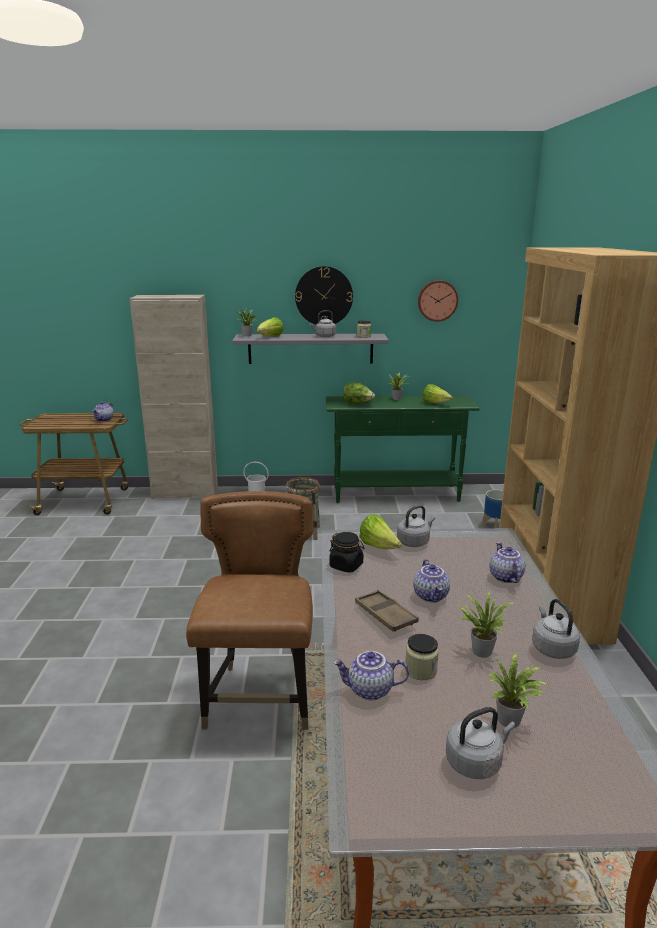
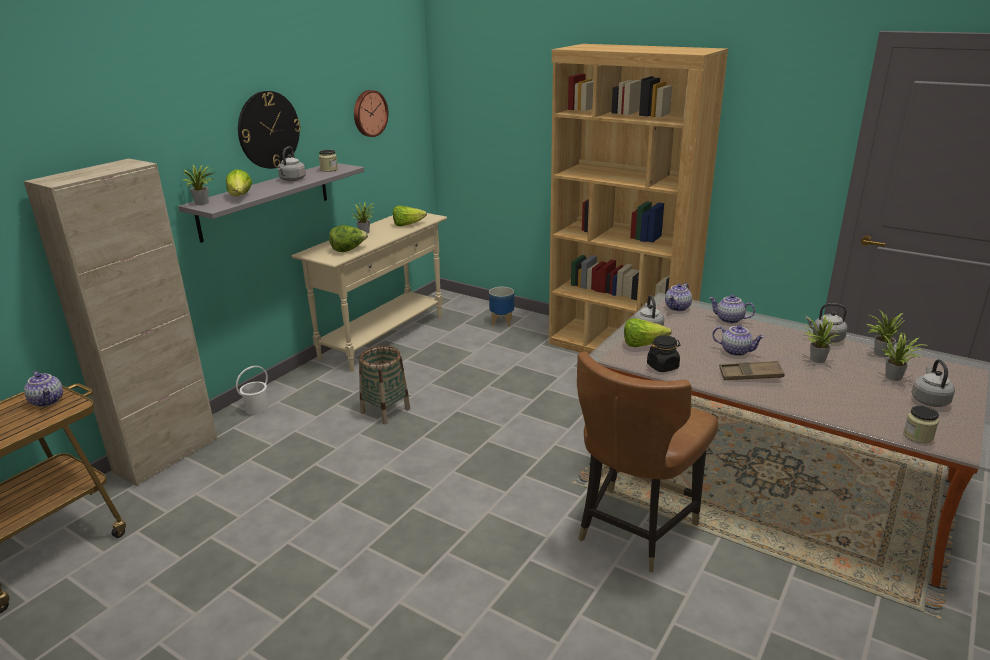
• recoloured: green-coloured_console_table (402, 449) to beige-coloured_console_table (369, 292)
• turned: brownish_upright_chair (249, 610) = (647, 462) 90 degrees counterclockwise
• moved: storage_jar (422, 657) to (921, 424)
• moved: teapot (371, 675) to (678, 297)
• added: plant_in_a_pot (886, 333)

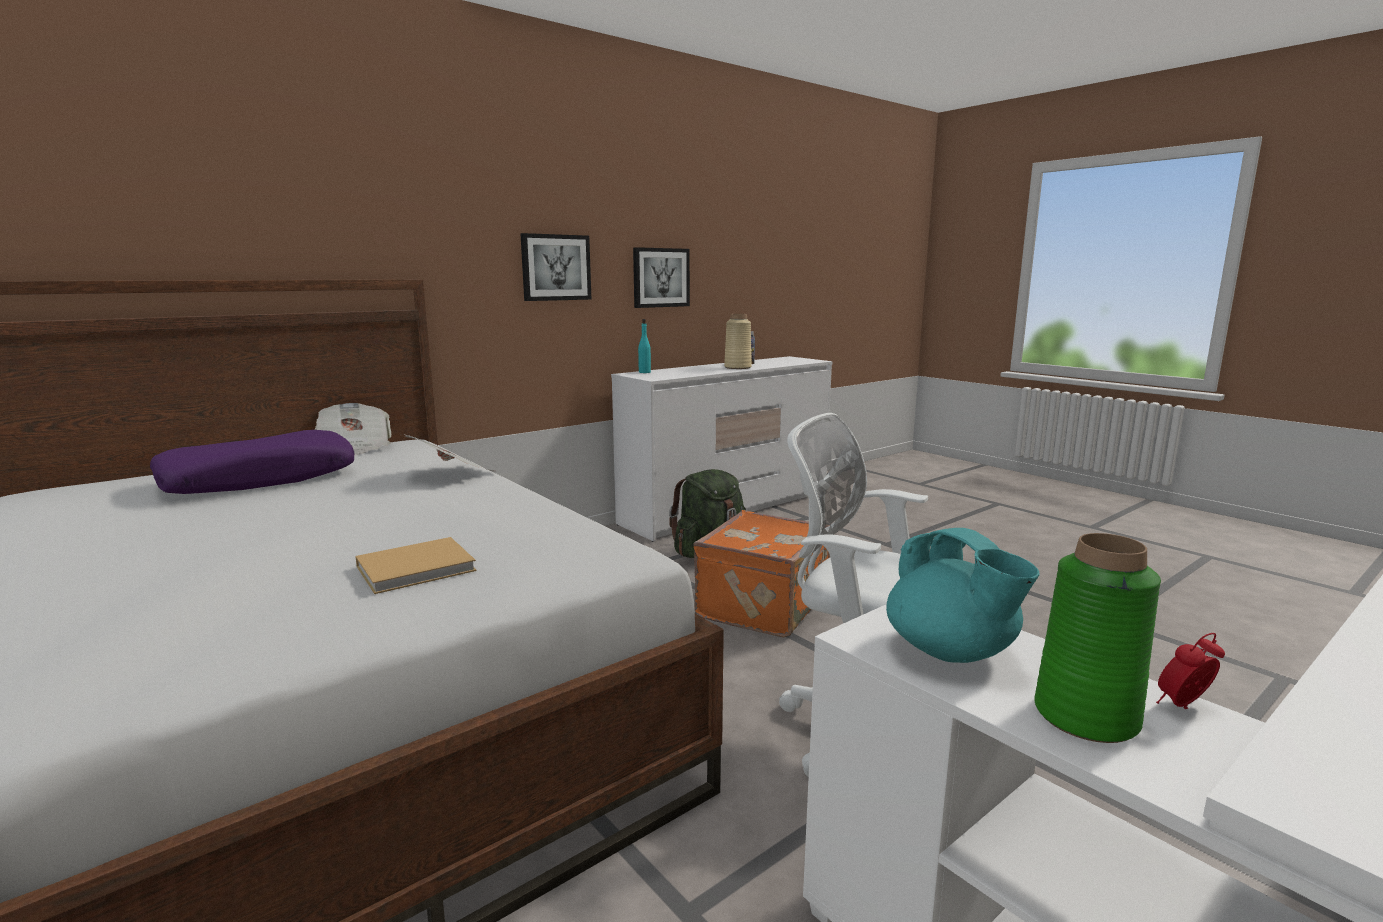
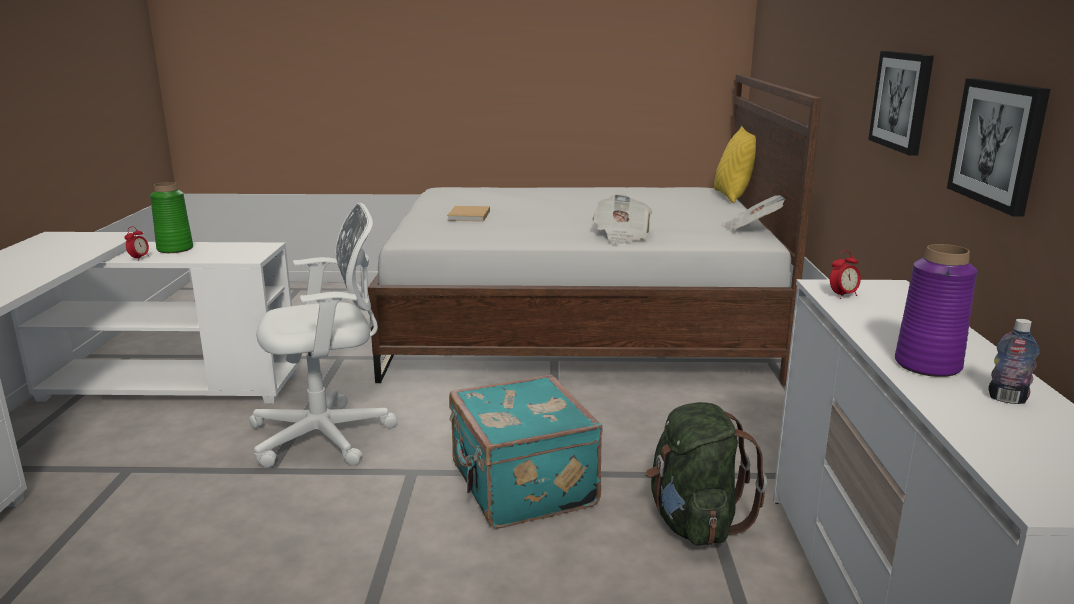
• recoloured: beige-coloured_vase (738, 341) to purple-coloured_vase (936, 310)
• removed: turquoise_drink_bottle (644, 346)
• removed: purple-coloured_pillow (252, 462)
• recoloured: orange_piece_of_luggage (761, 574) to turquoise_piece_of_luggage (526, 452)
• removed: turquoise_teapot (963, 595)
• added: yellow_pillow (735, 164)
• added: table_clock (845, 274)

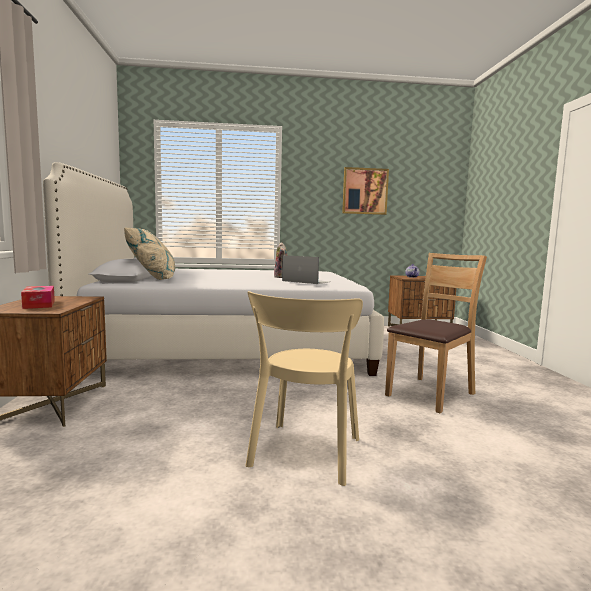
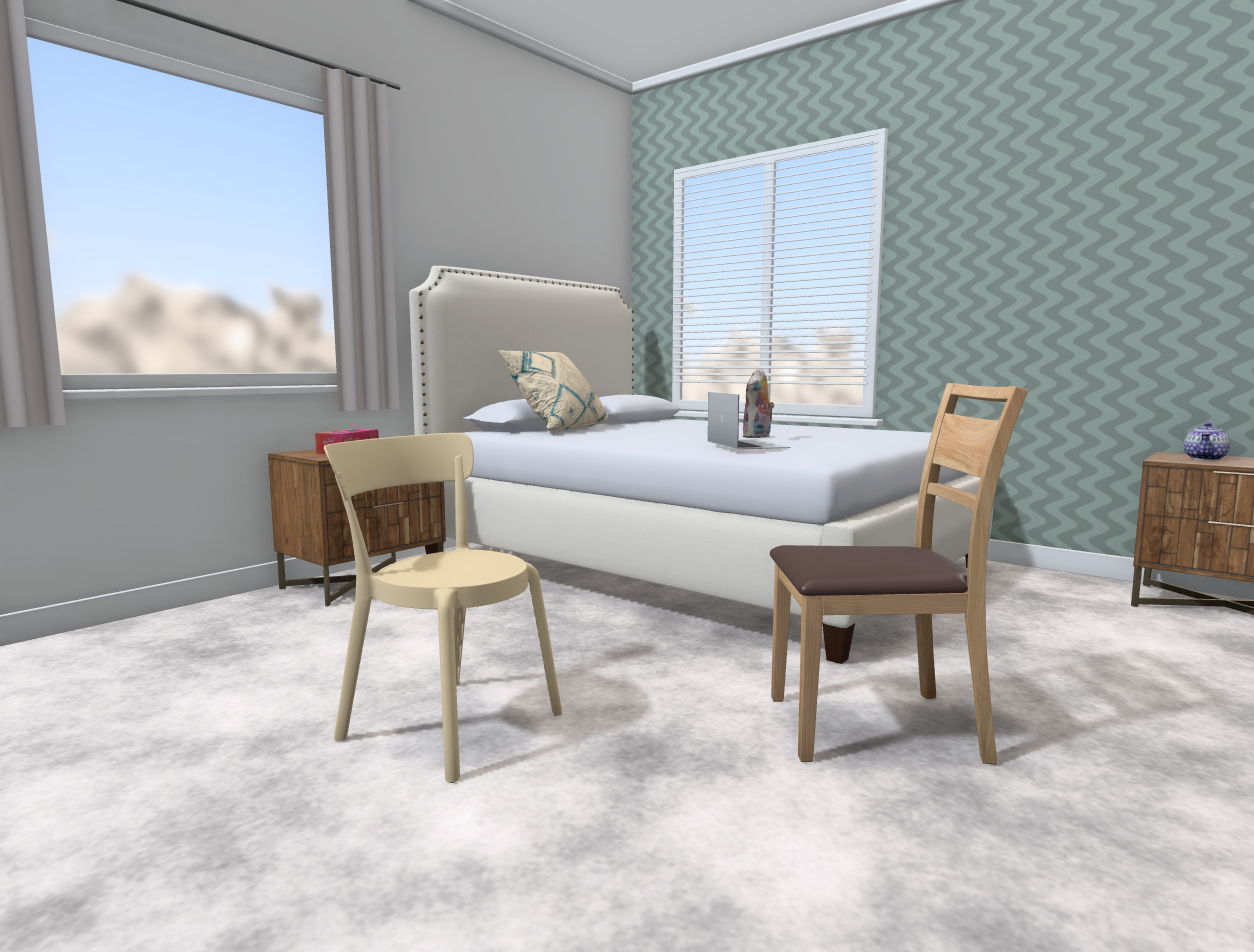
• removed: wall_art (365, 191)
• turned: beige-coloured_upright_chair (304, 388) = (443, 608) 60 degrees clockwise

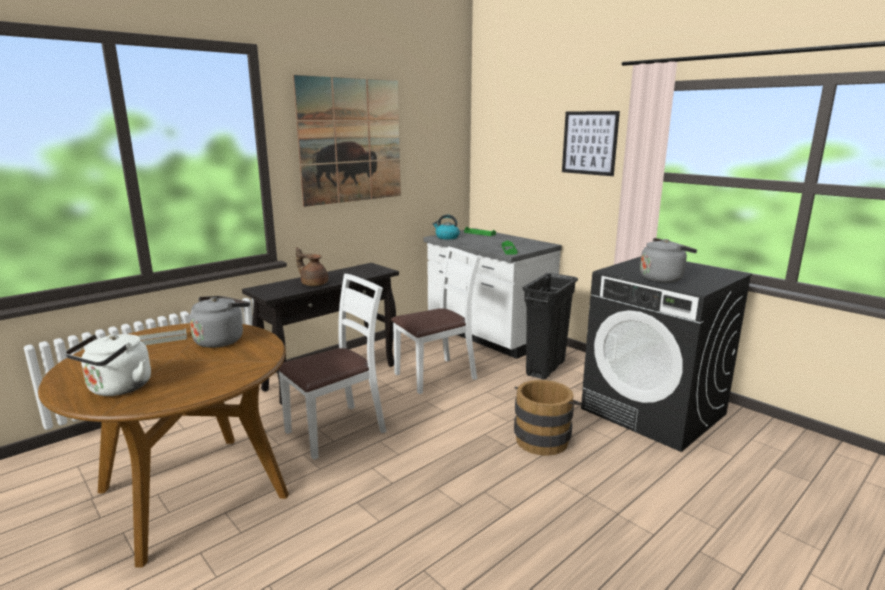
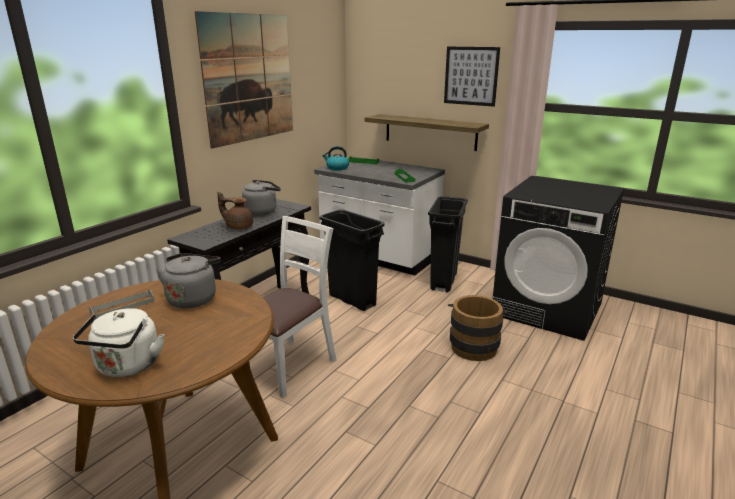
• moved: gray_water_kettle (668, 260) to (261, 198)
• replaced: whitish_upright_chair (436, 320) to black-coloured_trash_can (352, 260)
• added: wall_shelf (426, 132)

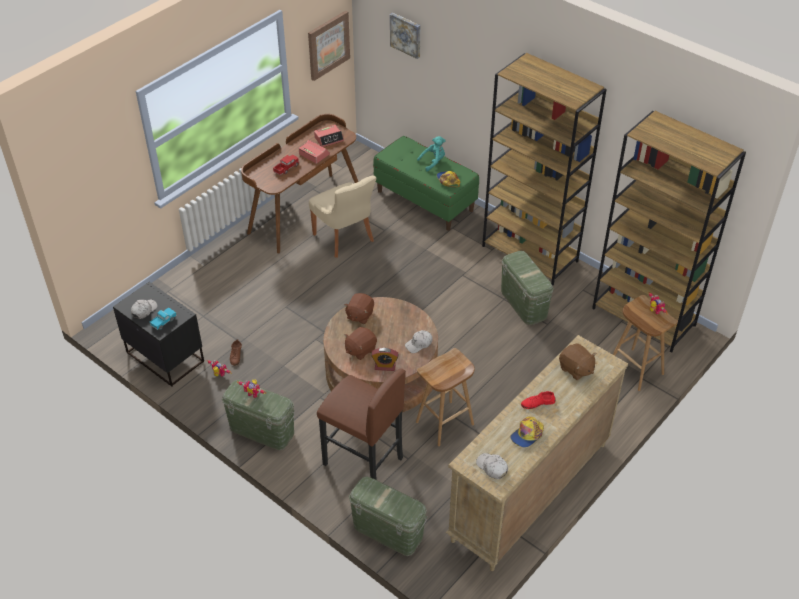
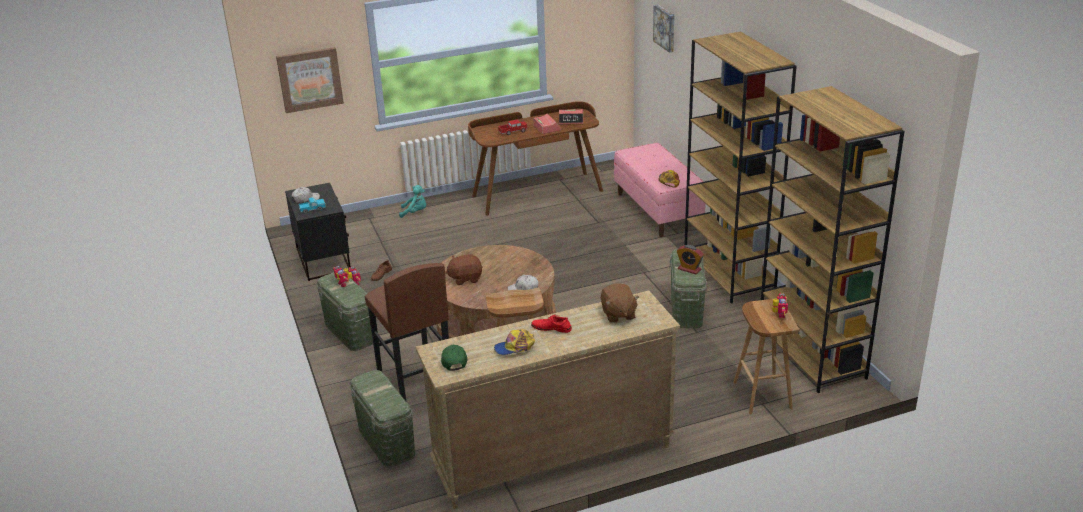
• moved: wall_art (329, 46) to (310, 80)
• recoloured: green-coloured_long_seat (426, 183) to pink-coloured_long_seat (660, 190)
• moved: turquoise_plush_toy (431, 153) to (412, 201)
• removed: beige-coloured_upright_chair (343, 217)
• removed: brownish_plush_toy (359, 308)
• moved: table_clock (384, 359) to (690, 259)
• recoloured: whitish_cap (492, 466) to green-coloured_cap (454, 358)

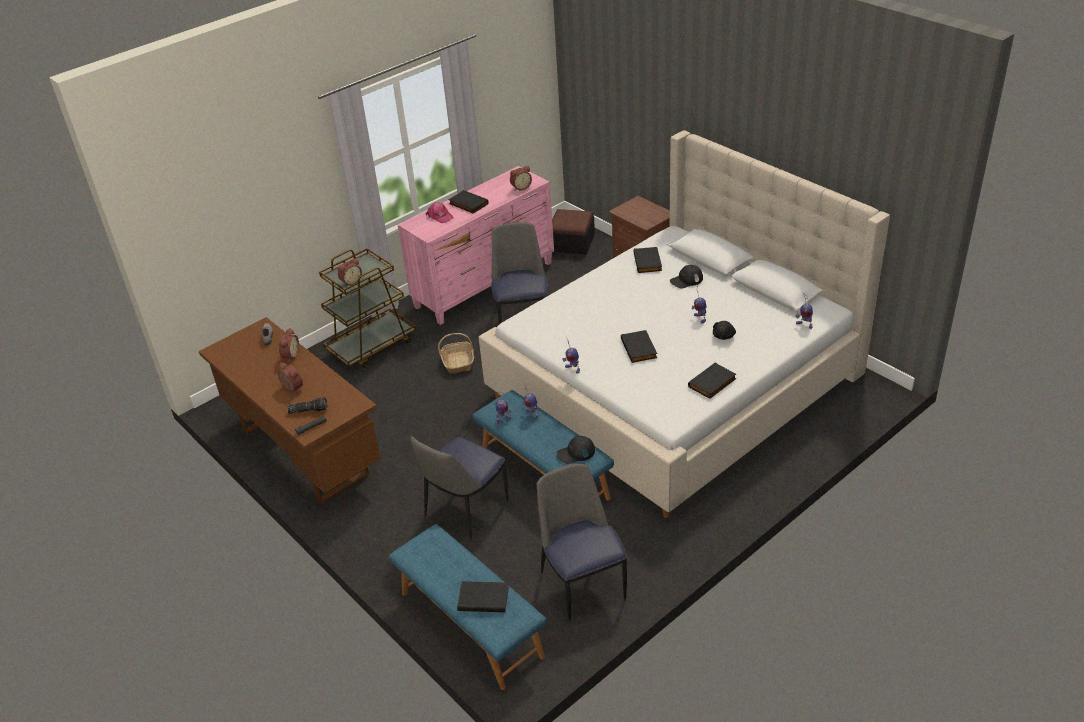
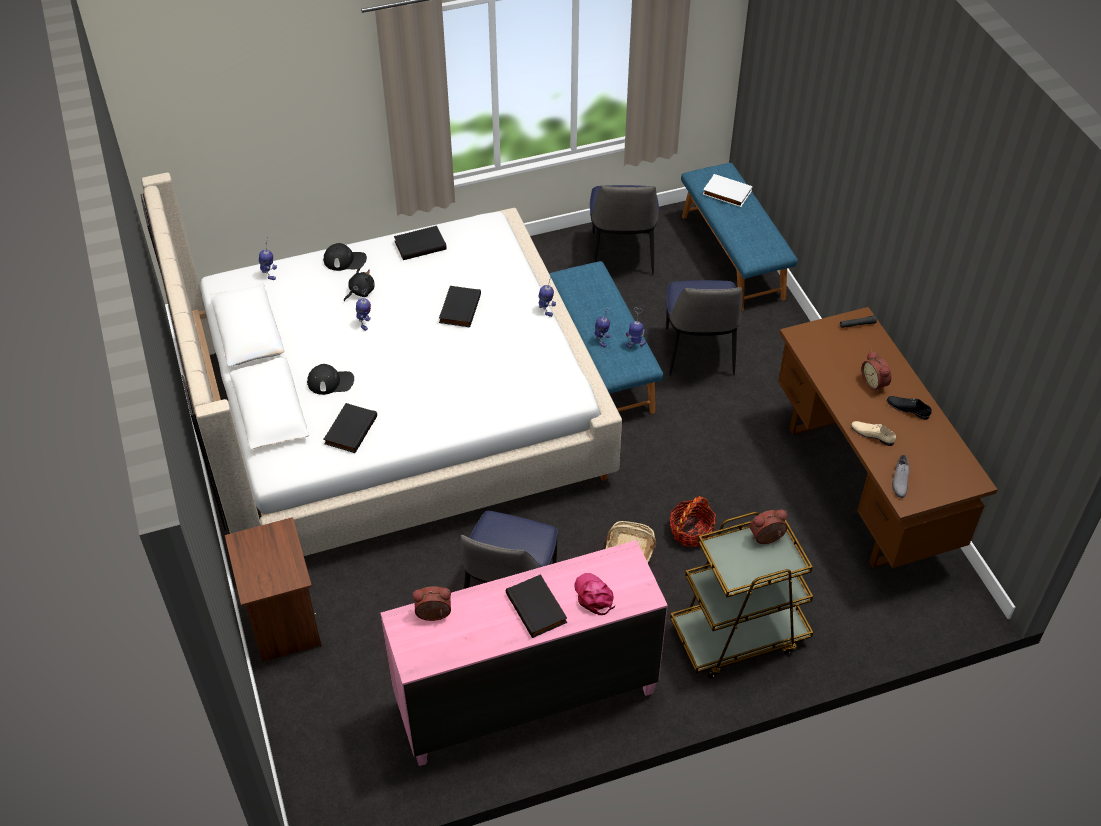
• removed: footrest (573, 231)
• replaced: table_clock (288, 345) to beige-coloured_low_shoe (873, 433)
• removed: flashlight (307, 405)
• turned: upright_chair (459, 488) = (704, 328) 120 degrees clockwise
• moved: black-coloured_cap (576, 450) to (345, 257)
• recoloured: black-coloured_bound_book (483, 596) to whitish_bound_book (727, 190)
• added: black-coloured_low_shoe (909, 408)
• added: basket (693, 521)

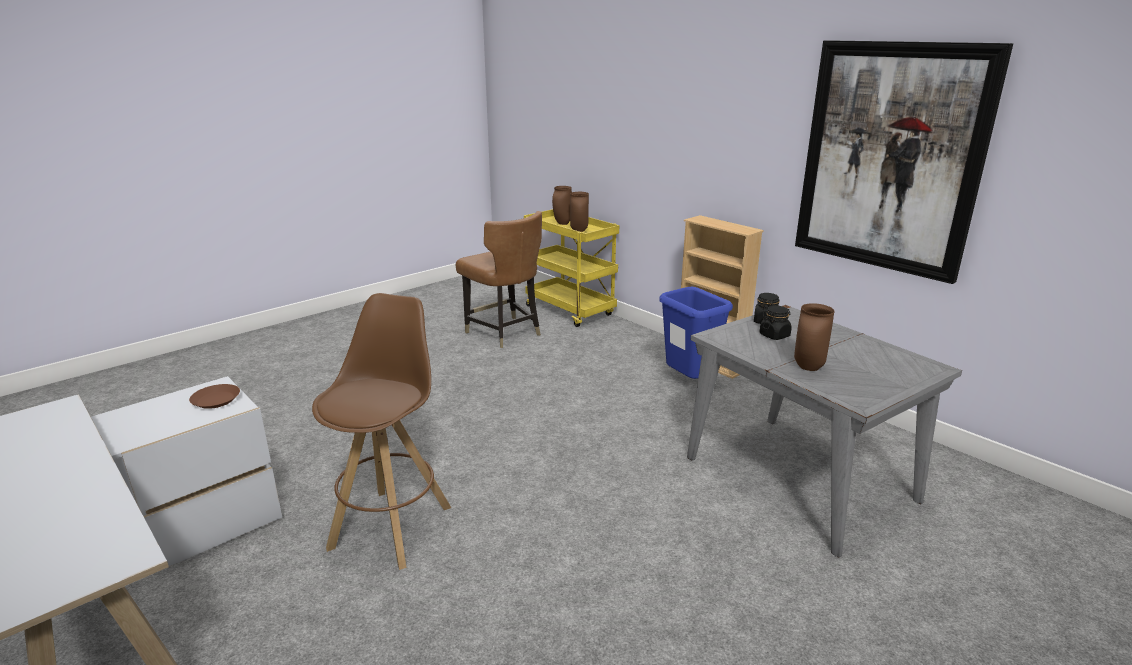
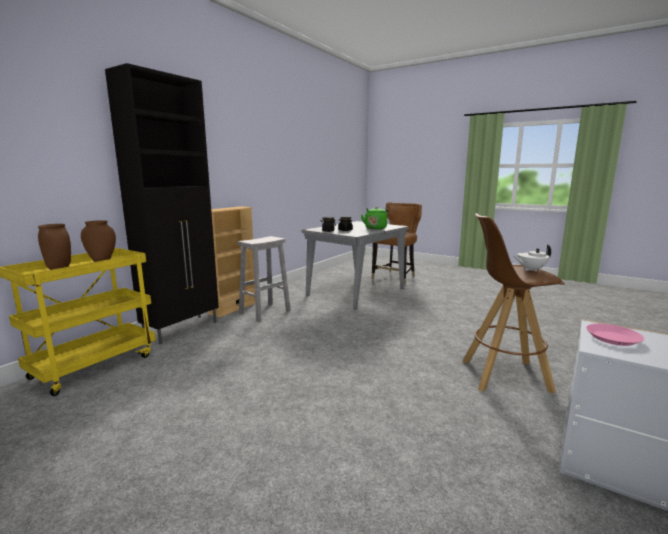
• removed: wall_art (904, 162)
• moved: brownish_upright_chair (499, 279) to (397, 243)
• replaced: blue-coloured_trash_can (696, 333) to whitish_stool_seat (264, 279)
• replaced: brownish_vase (814, 337) to green-coloured_water_kettle (375, 218)
• recoloured: brownish_dinner_plate (214, 396) to pink-coloured_dinner_plate (615, 335)
• added: black-coloured_cupboard (162, 203)
• added: whitish_teapot (532, 258)

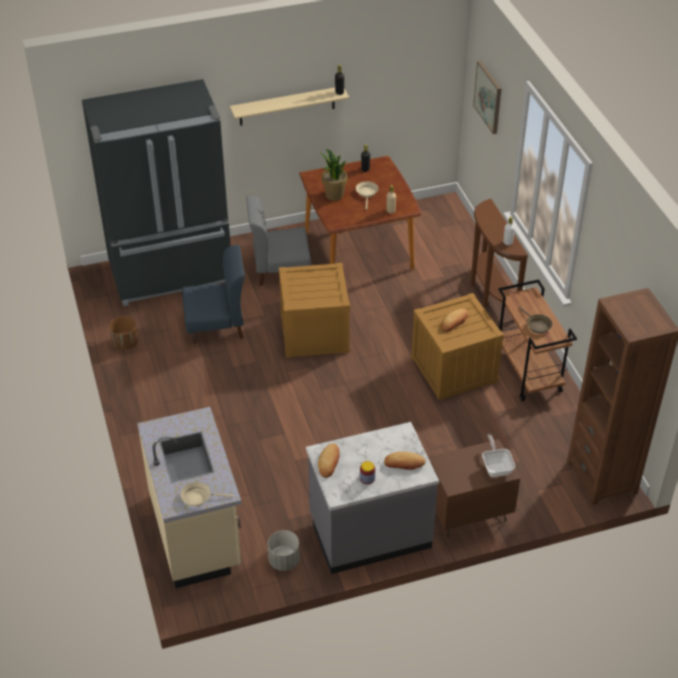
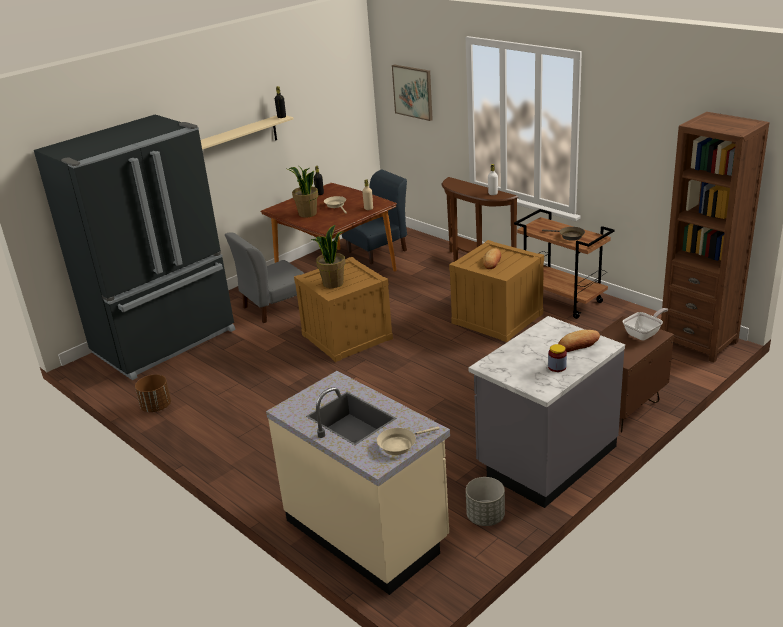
• moved: blue-coloured_upright_chair (213, 294) to (374, 216)
• turned: skillet (498, 455) = (645, 324) 90 degrees clockwise
• removed: baked_bread (329, 460)
• added: plant_in_a_pot (328, 256)

